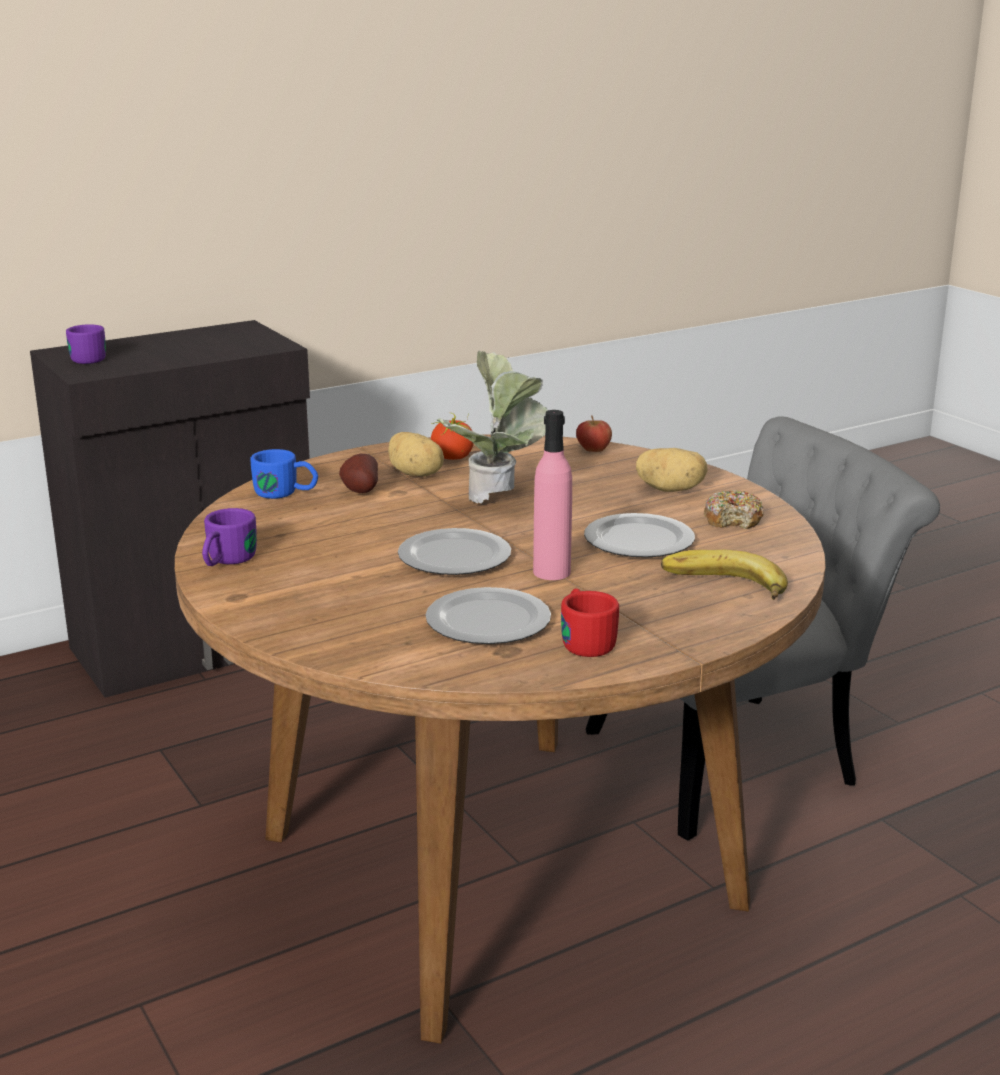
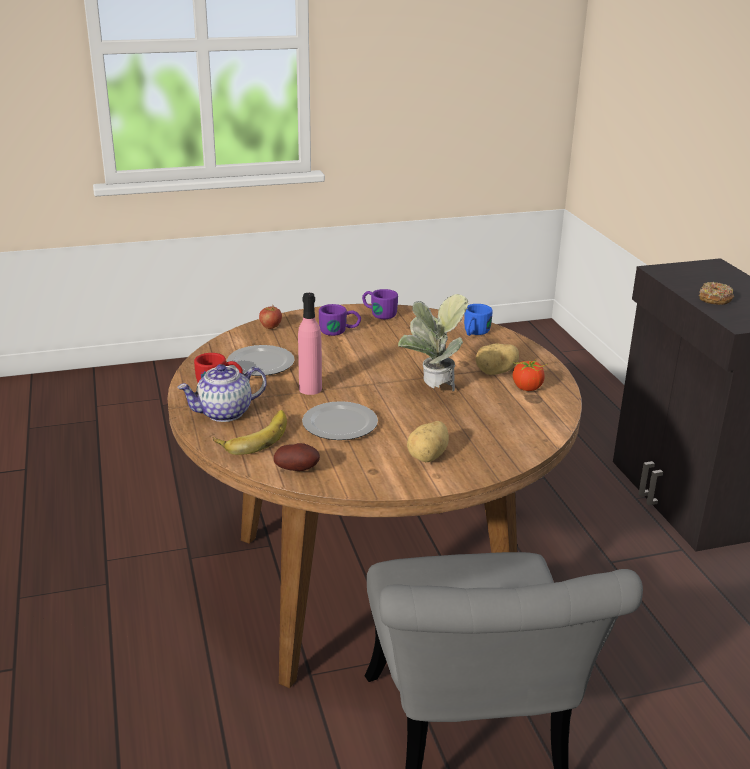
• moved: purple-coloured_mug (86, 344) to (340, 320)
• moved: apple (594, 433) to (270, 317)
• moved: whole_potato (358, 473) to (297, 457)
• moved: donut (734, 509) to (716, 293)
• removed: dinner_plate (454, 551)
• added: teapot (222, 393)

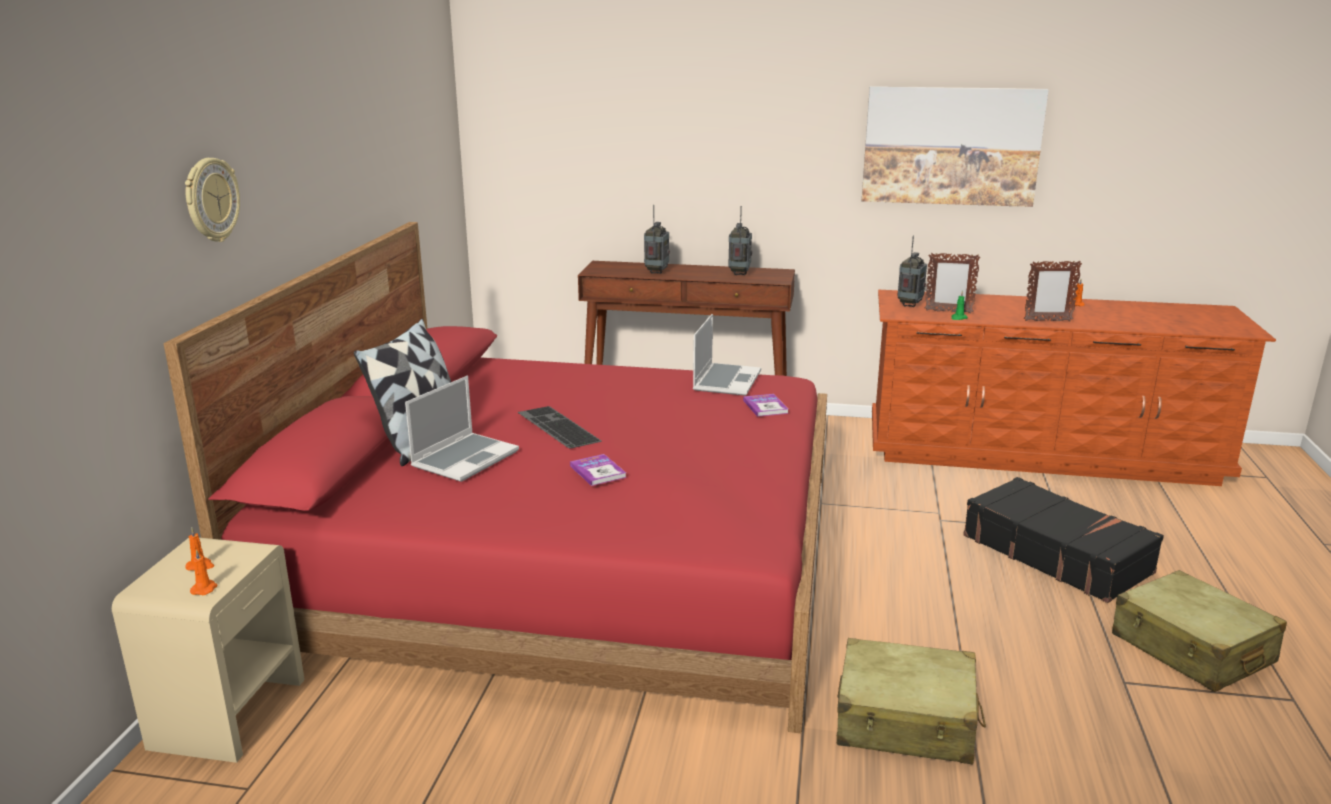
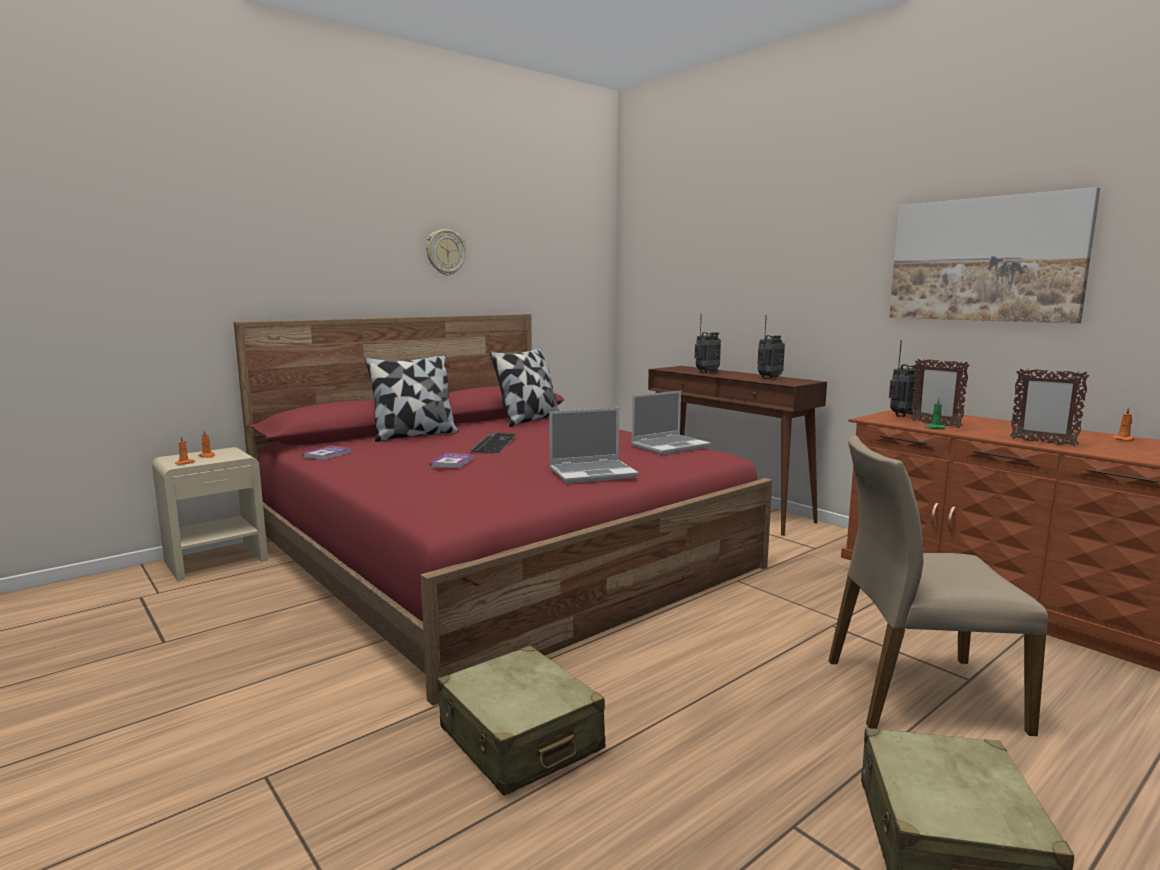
• moved: clock_on_the_wall (212, 200) to (446, 252)
• moved: notebook_computer (462, 429) to (594, 446)
• moved: bound_book (766, 405) to (327, 453)
• replaced: black-coloured_piece_of_luggage (1063, 540) to beige-coloured_upright_chair (938, 585)
• added: pillow (525, 387)

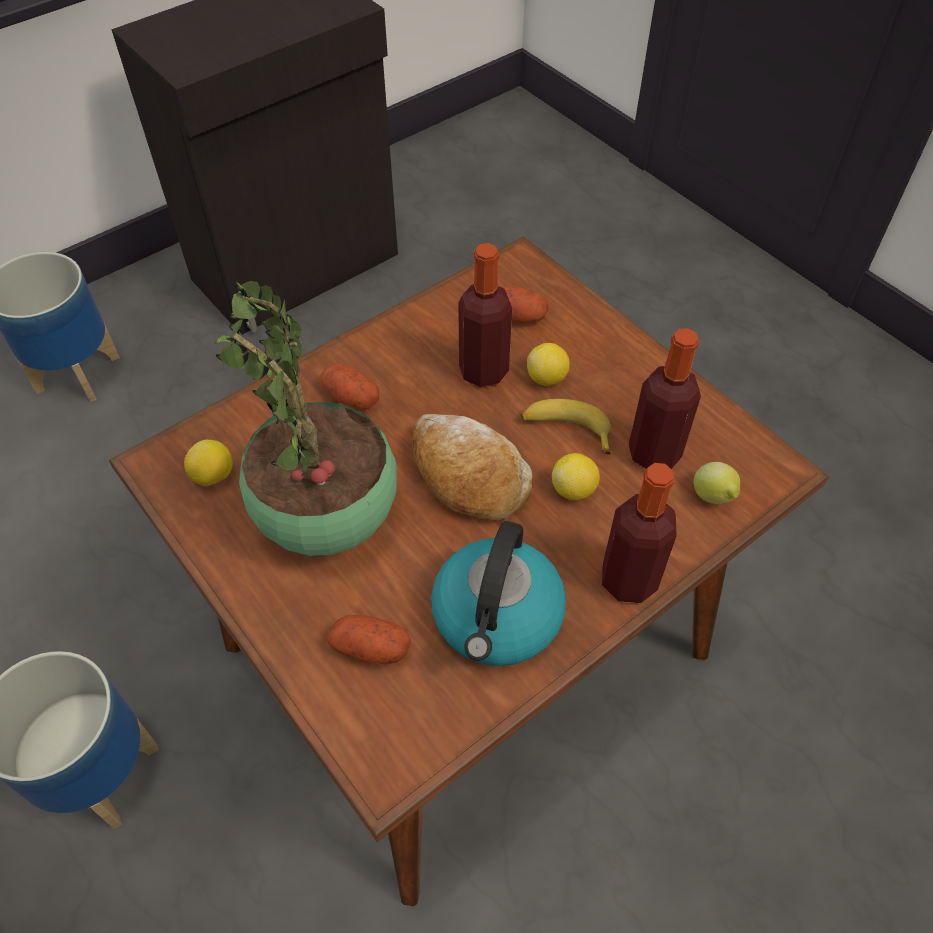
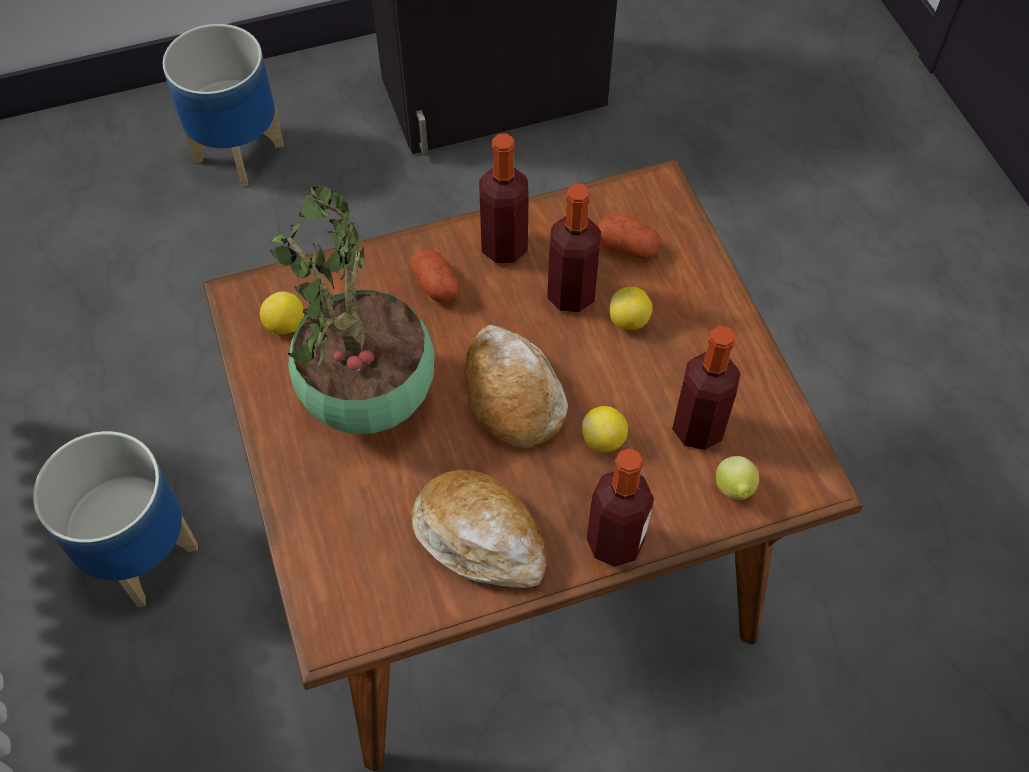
• removed: whole_banana (566, 426)
• replaced: water_kettle (498, 593) to baked_bread (479, 529)
• removed: whole_potato (369, 639)
• added: drink_bottle (504, 198)

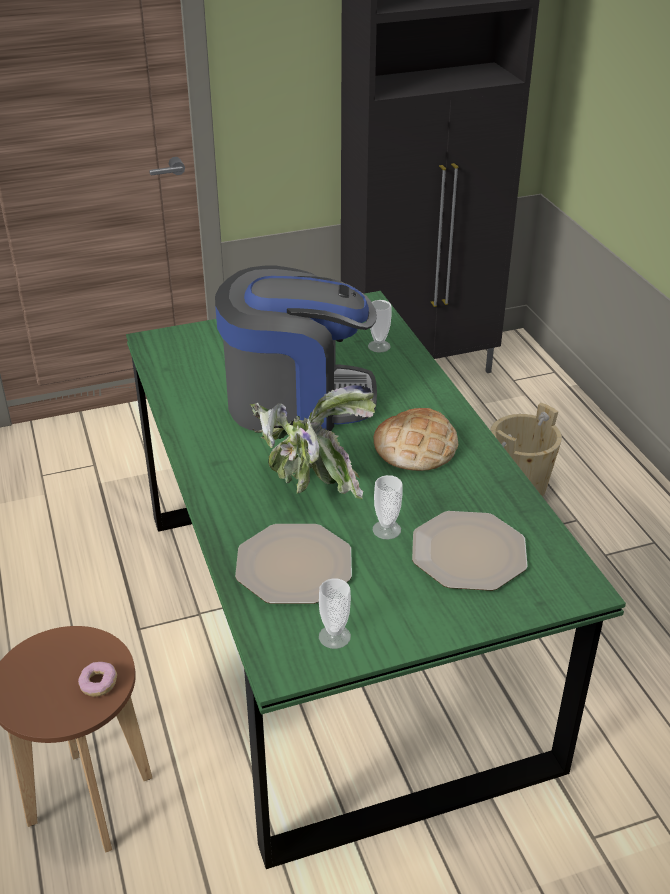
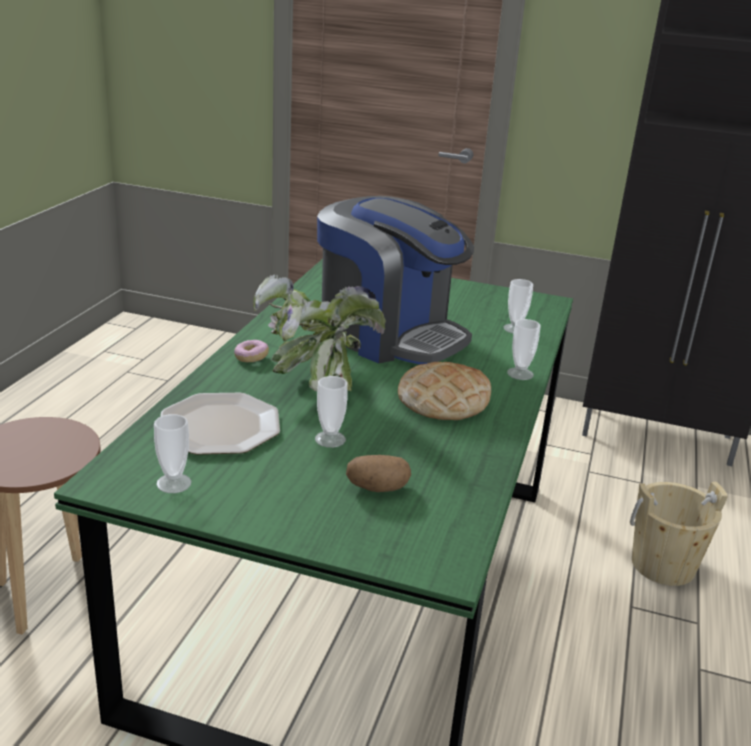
• replaced: dinner_plate (470, 551) to whole_potato (378, 473)
• moved: donut (97, 679) to (251, 351)
• added: cup (524, 349)

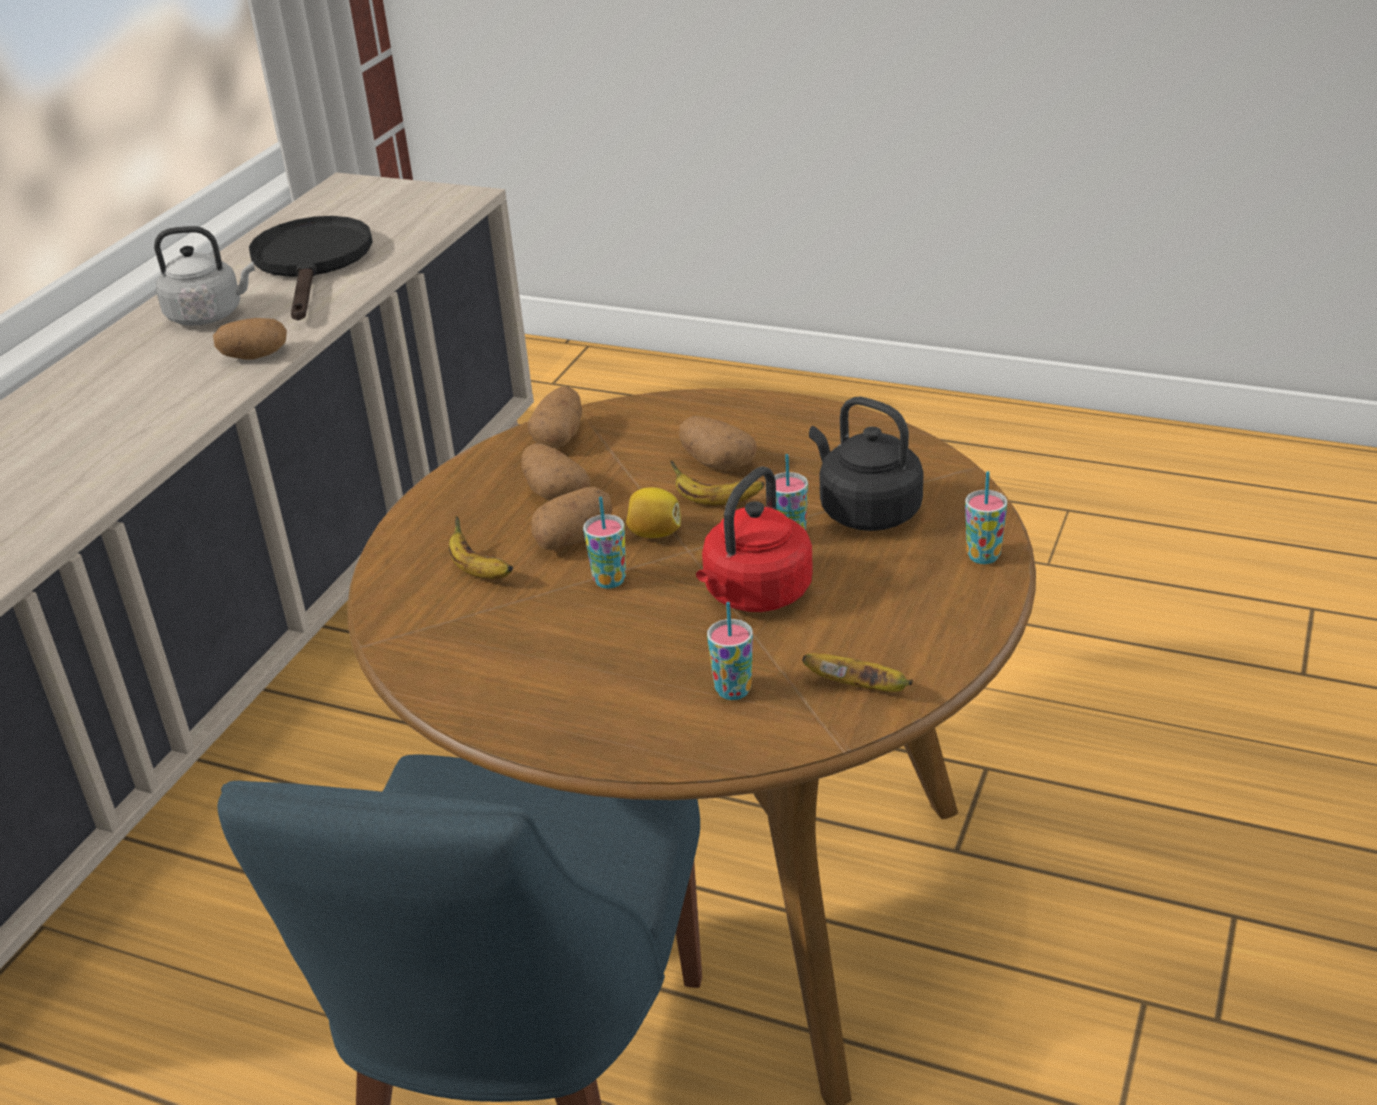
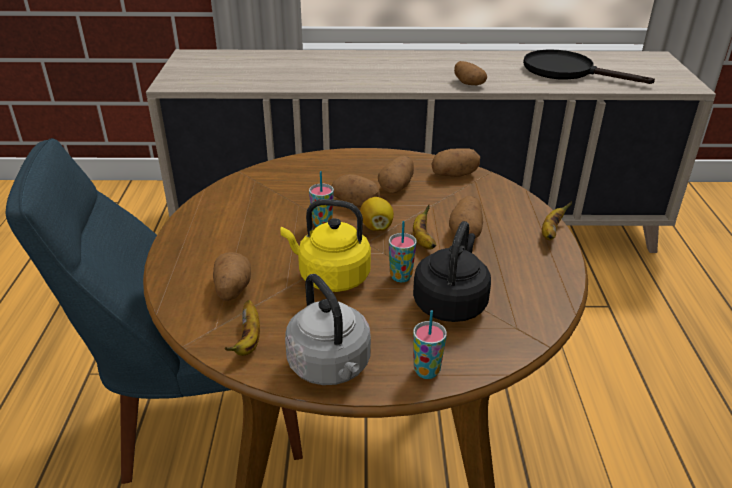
• turned: black-coloured_skillet (311, 268) = (589, 66) 120 degrees counterclockwise
• moved: gray_water_kettle (204, 276) to (328, 329)
• recoloured: reddish_water_kettle (754, 539) to yellow_water_kettle (325, 245)
• moved: whole_banana (481, 547) to (557, 220)
• replaced: cup (730, 651) to whole_potato (232, 276)

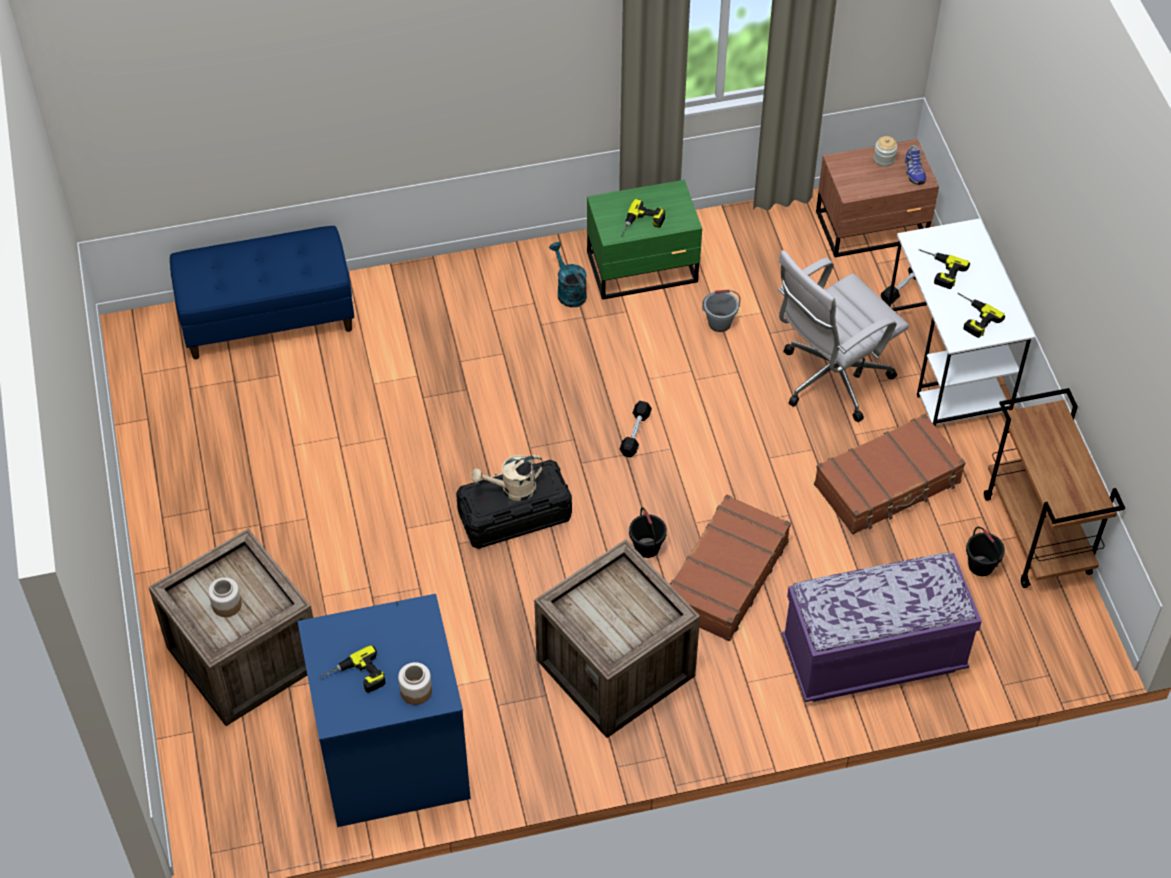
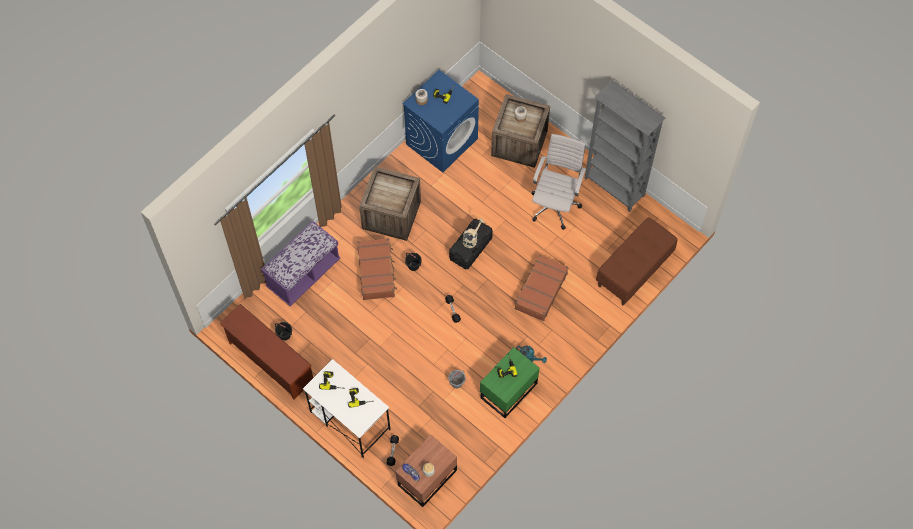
• recoloured: blue-coloured_long_seat (262, 292) to brownish_long_seat (637, 261)
• moved: whitish_office_chair (843, 336) to (558, 182)
• replaced: brownish_wheeled_cart (1054, 488) to brownish_shoe_shelf (266, 352)
• moved: brownish_piece_of_luggage (890, 474) to (541, 288)
• added: gray_bookcase (625, 146)

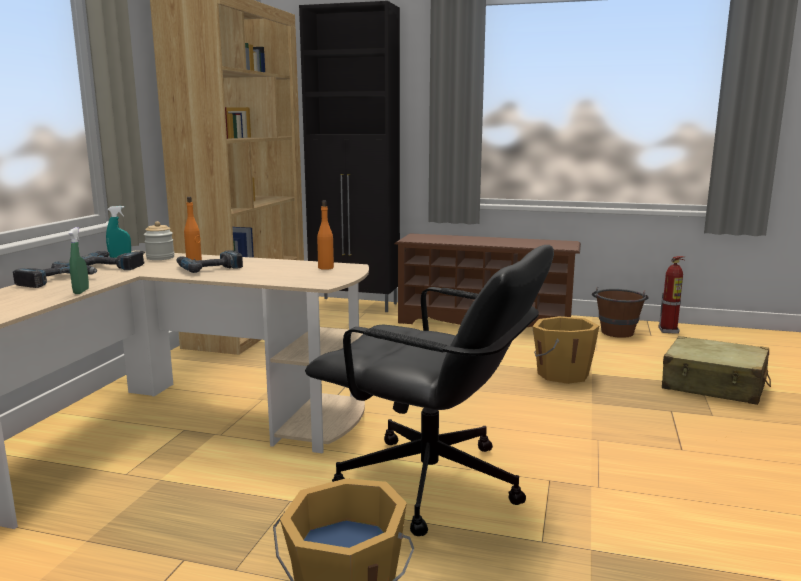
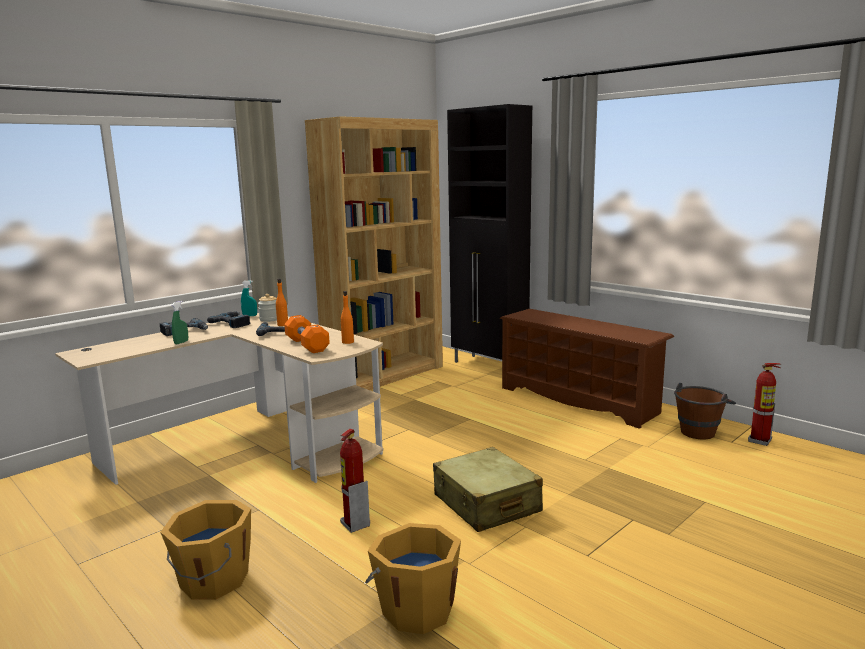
• replaced: black-coloured_office_chair (429, 390) to fire_extinguisher (355, 481)
• moved: orange_pail (566, 350) to (413, 578)
• moved: beige-coloured_piece_of_luggage (716, 370) to (488, 489)
• added: orange_hand_weight (307, 334)

